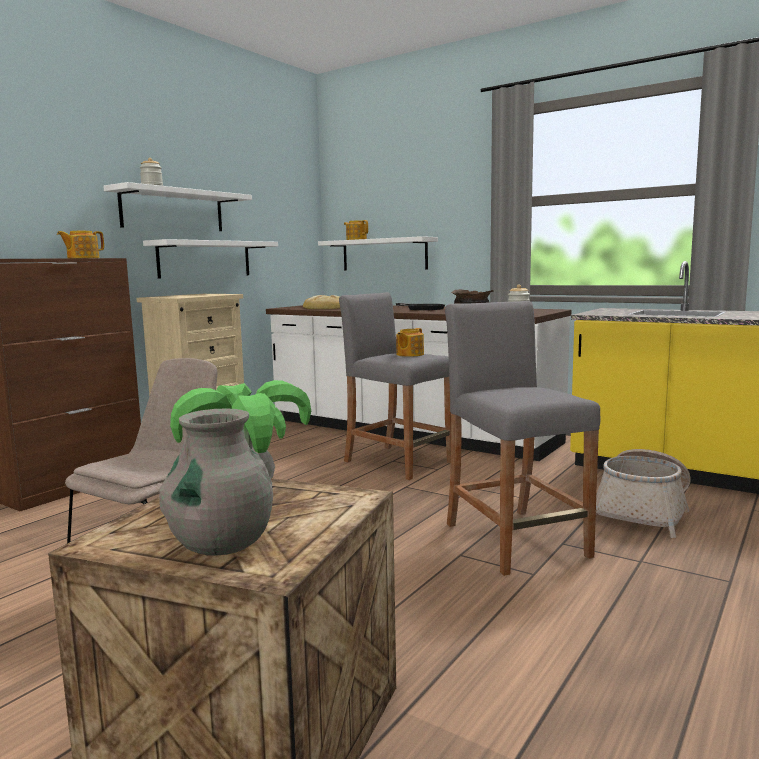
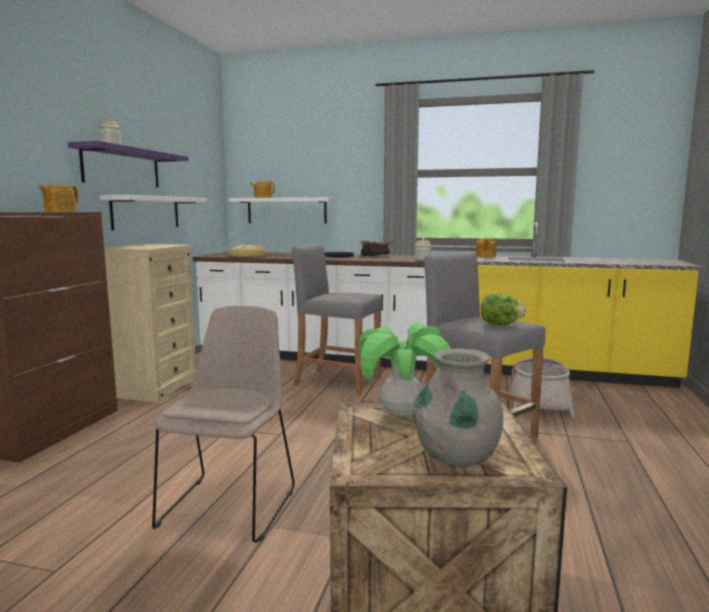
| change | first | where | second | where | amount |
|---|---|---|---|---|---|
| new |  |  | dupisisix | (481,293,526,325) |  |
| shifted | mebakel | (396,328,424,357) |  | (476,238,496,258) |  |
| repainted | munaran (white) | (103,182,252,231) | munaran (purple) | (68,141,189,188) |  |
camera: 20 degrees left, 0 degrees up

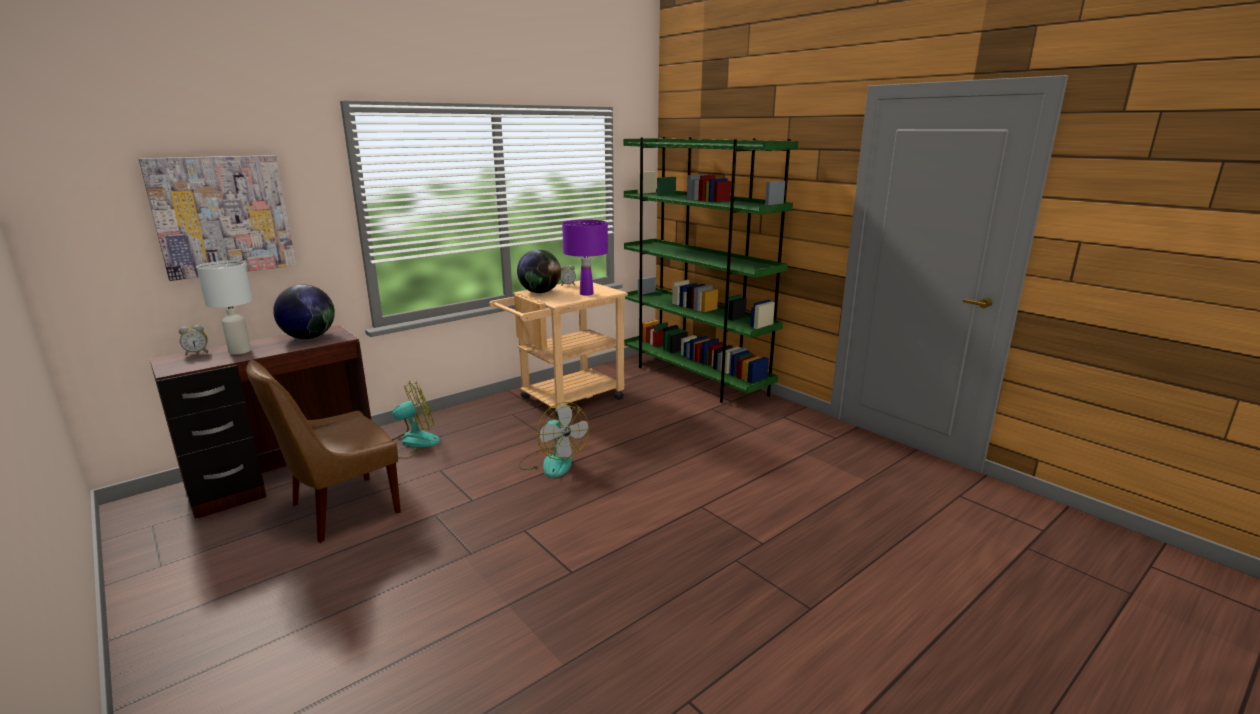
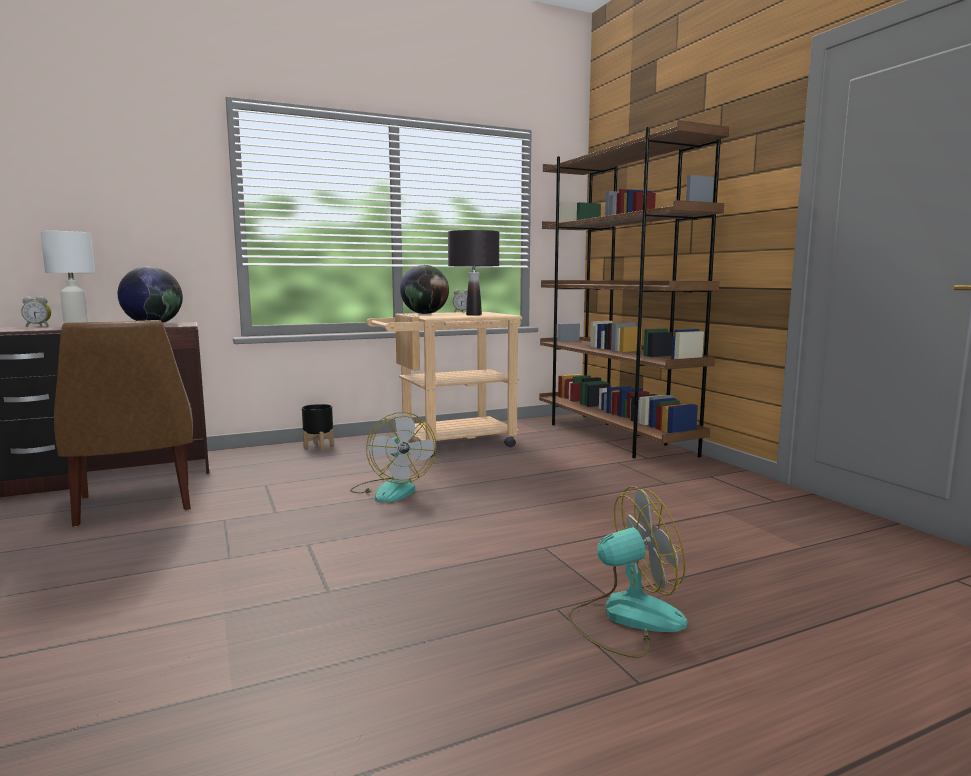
| change | first | where | second | where | amount |
|---|---|---|---|---|---|
| gone | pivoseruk | (139,155,296,281) |  |  |  |
| new |  |  | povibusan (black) | (302,404,334,450) |  |
| shifted | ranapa | (392,380,440,459) |  | (568,486,687,658) |  |
| repainted | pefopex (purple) | (562,220,608,296) | pefopex (black) | (448,230,499,316) |  |
| repainted | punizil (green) | (624,137,798,403) | punizil (brown) | (539,120,729,458) |  |
| rotated | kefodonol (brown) | (246,359,401,543) |  | (54,320,193,527) | 90 degrees counterclockwise |
camera: 15 degrees right, 10 degrees down

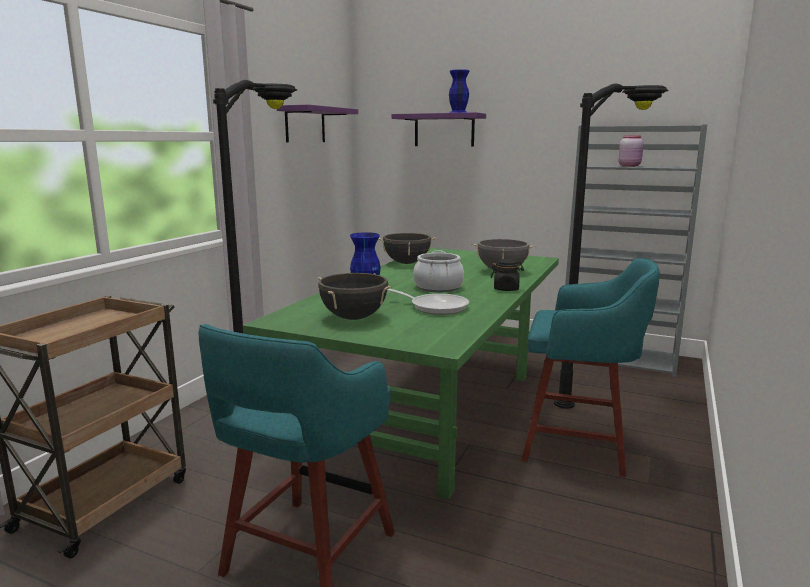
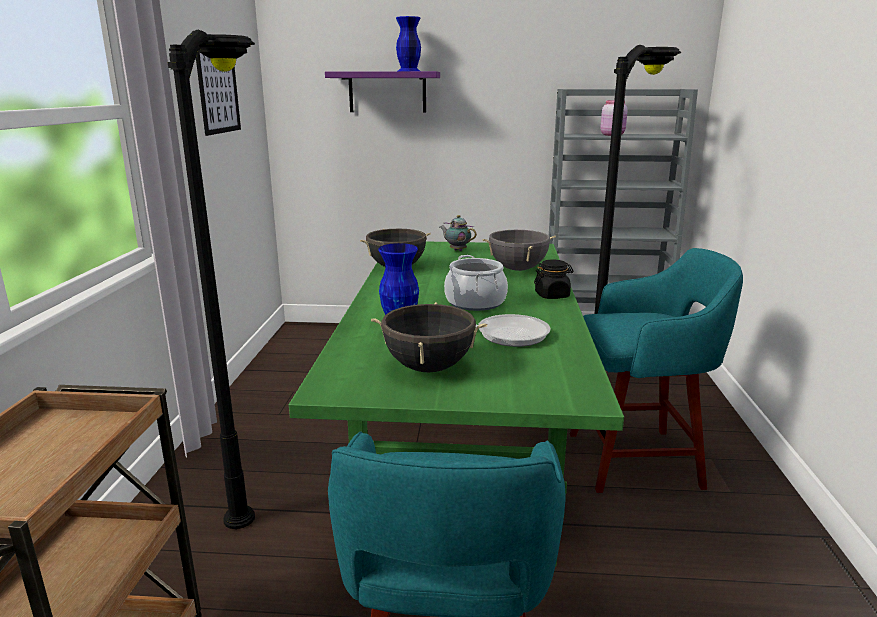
| change | first | where | second | where | amount |
|---|---|---|---|---|---|
| new |  |  | mebakel | (440,215,477,251) |  |
| swapped | munaran (purple) | (277,104,358,143) | pivoseruk | (196,52,241,136) |  |
camera: 20 degrees left, 5 degrees up

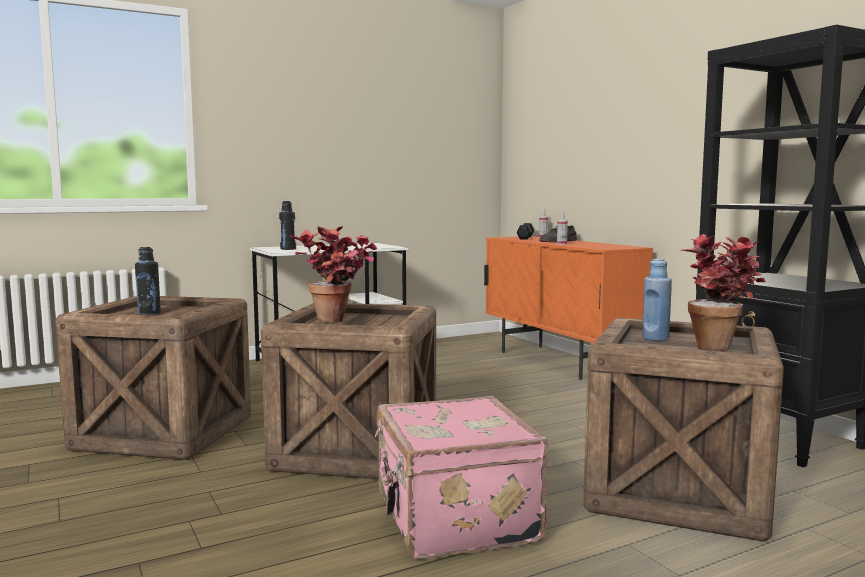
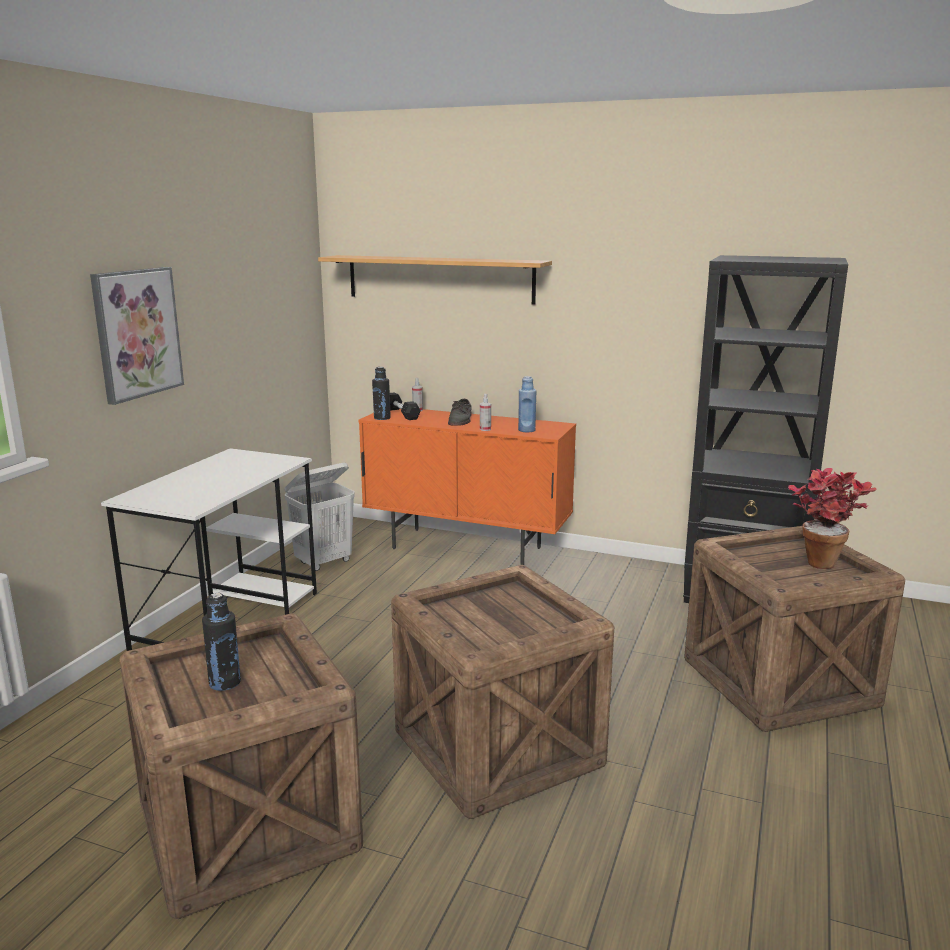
| change | first | where | second | where | amount |
|---|---|---|---|---|---|
| gone | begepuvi | (290,226,377,322) |  |  |  |
| gone | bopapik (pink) | (375,396,547,560) |  |  |  |
| new |  |  | pivoseruk | (90,267,184,405) |  |
| new |  |  | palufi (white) | (285,463,355,571) |  |
| new |  |  | munaran | (318,255,552,305) |  |
| shifted | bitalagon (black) | (279,201,296,250) |  | (372,367,391,420) |  |
| shifted | bitalagon (blue) | (642,259,672,341) |  | (518,376,536,432) |  |
camera: 40 degrees left, 10 degrees up

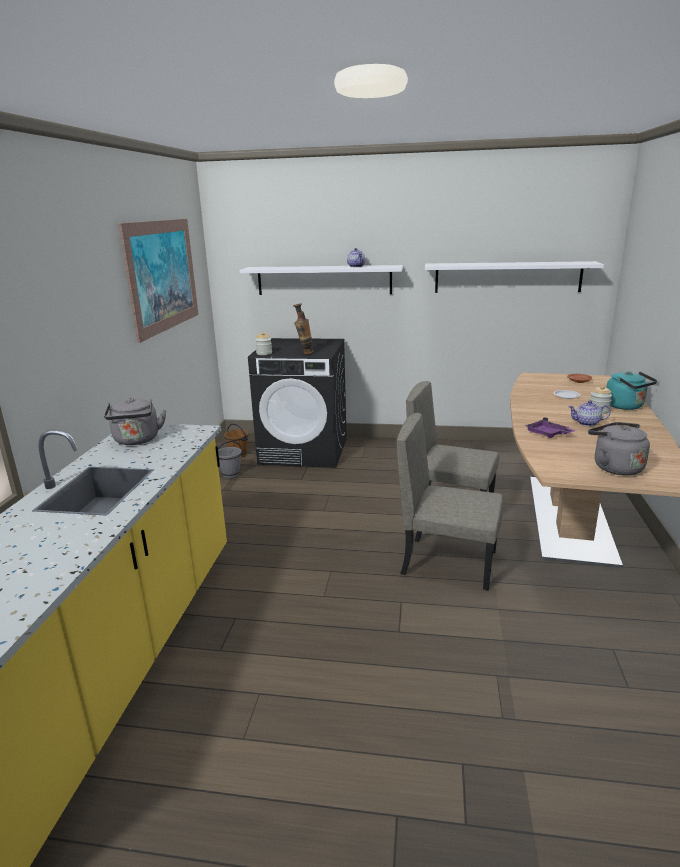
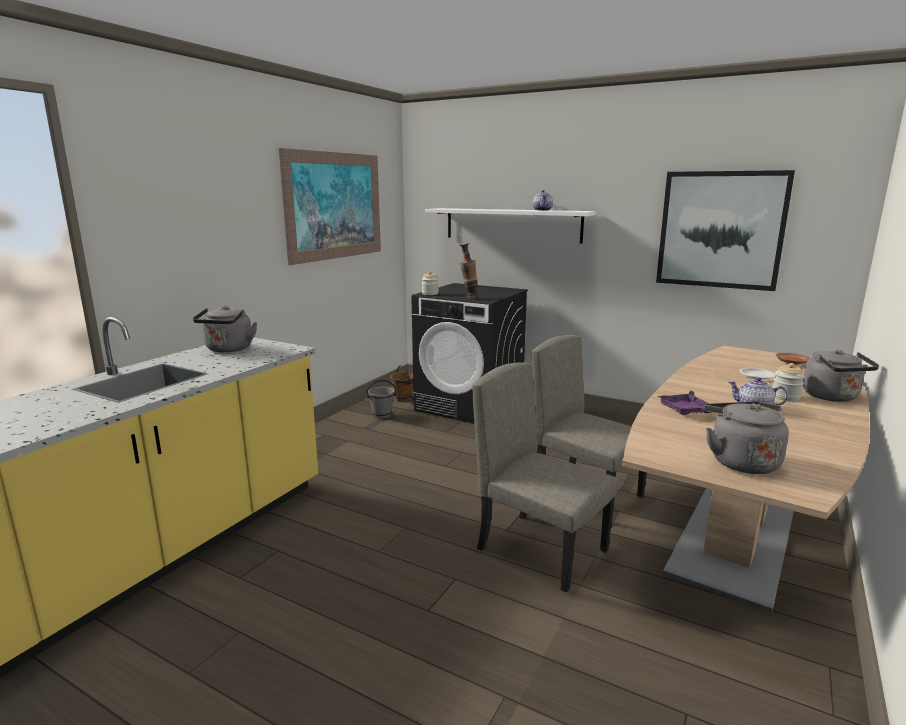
| change | first | where | second | where | amount |
|---|---|---|---|---|---|
| swapped | munaran (white) | (425,261,604,293) | pivoseruk | (656,170,795,291) |  |
| repainted | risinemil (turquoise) | (606,371,657,410) | risinemil (grey) | (803,349,879,402) |  |
camera: 20 degrees right, 5 degrees down

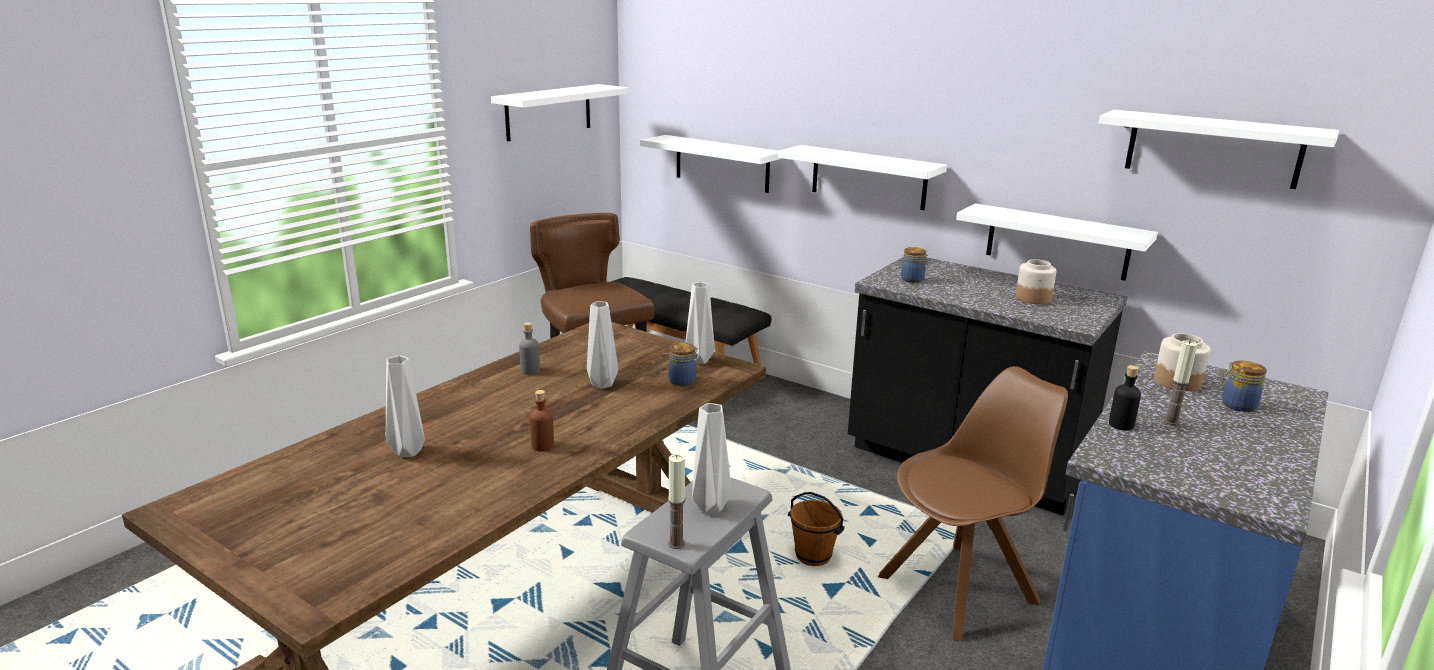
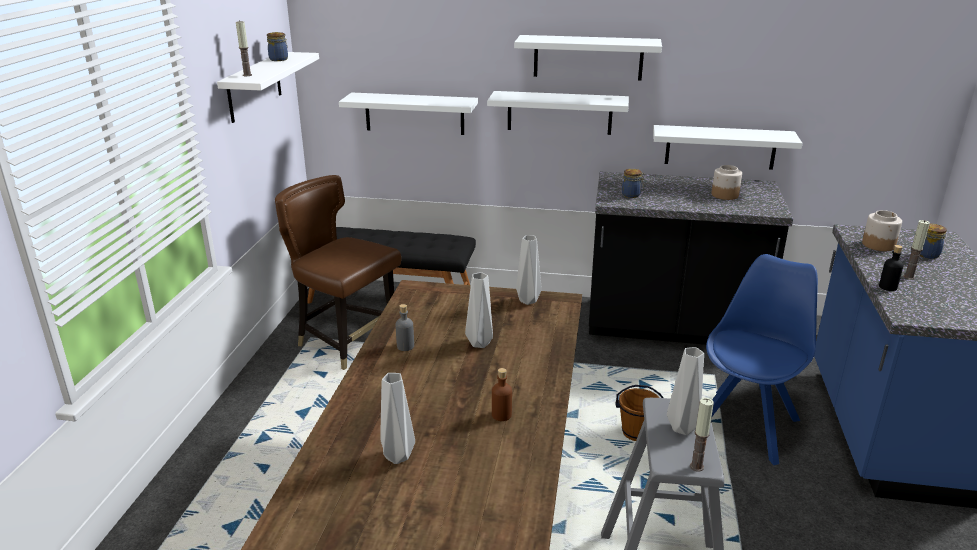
| change | first | where | second | where | amount |
|---|---|---|---|---|---|
| new |  |  | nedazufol | (236,21,252,76) |  |
| shifted | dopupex | (668,343,699,386) |  | (267,32,288,61) |  |
| shifted | munaran (white) | (1099,110,1339,189) |  | (514,35,662,81) |  |
| repainted | kefodonol (brown) | (878,366,1068,641) | kefodonol (blue) | (706,254,818,465) |  |
camera: 25 degrees left, 5 degrees up

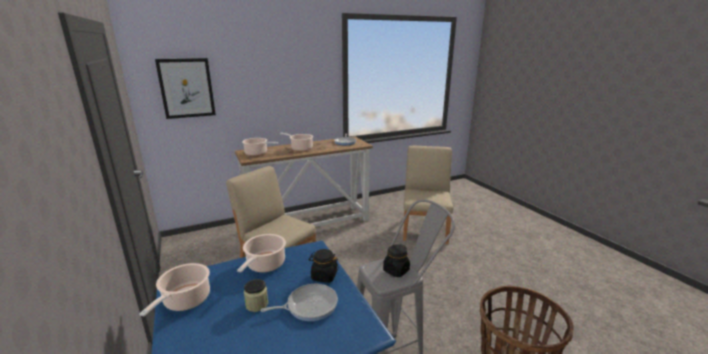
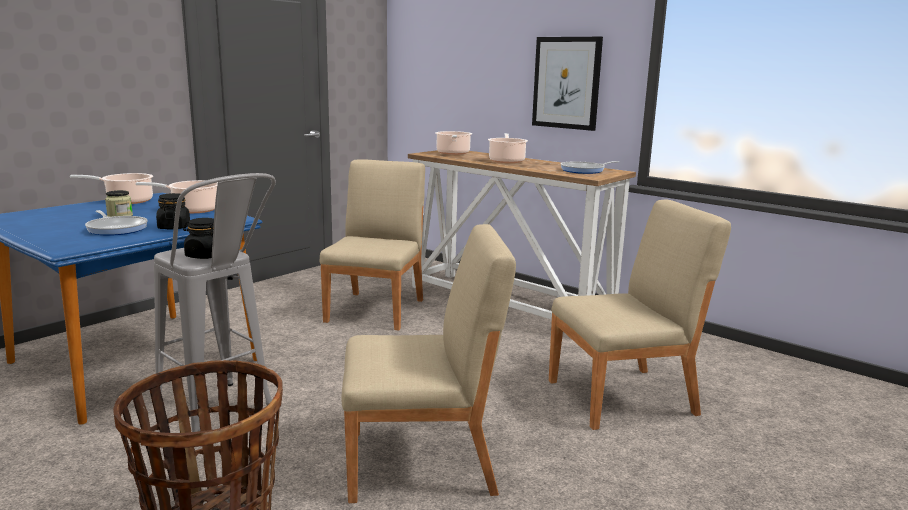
| change | first | where | second | where | amount |
|---|---|---|---|---|---|
| new |  |  | kefodonol (beige) | (341,224,516,503) |  |
| shifted | pivoseruk | (155,58,216,119) |  | (532,37,603,131) |  |
camera: 65 degrees right, 5 degrees down

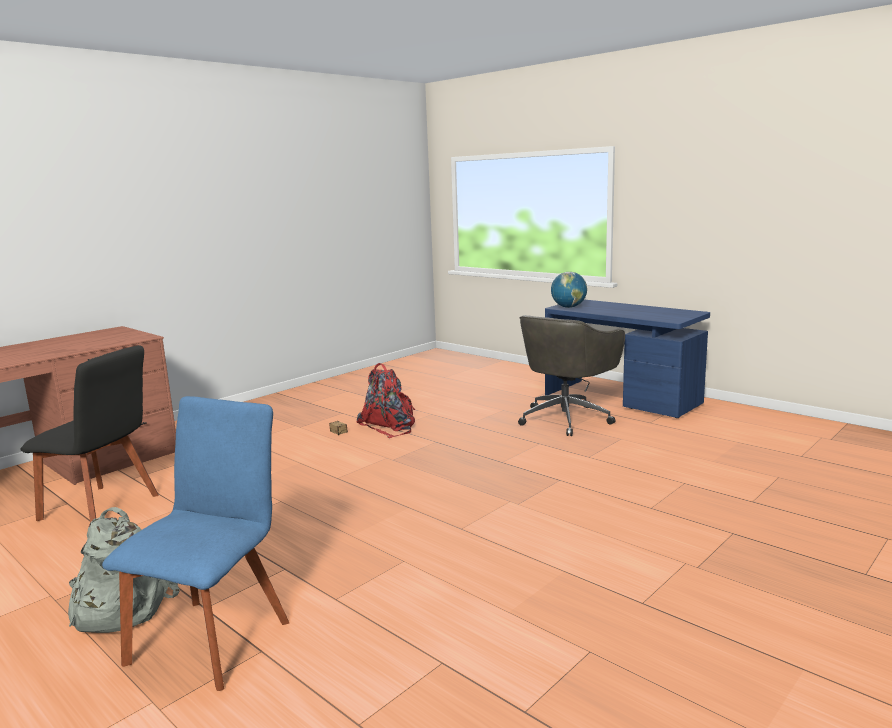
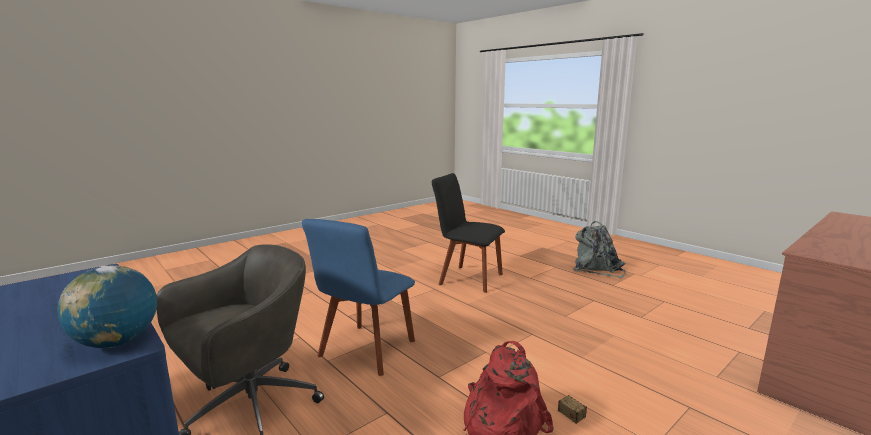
| change | first | where | second | where | amount |
|---|---|---|---|---|---|
| shifted | kefodonol (black) | (21,345,158,523) |  | (432,173,505,293) |  |
| shifted | kefodonol (blue) | (102,396,289,691) |  | (302,219,415,376) |  |
camera: 175 degrees left, 0 degrees up

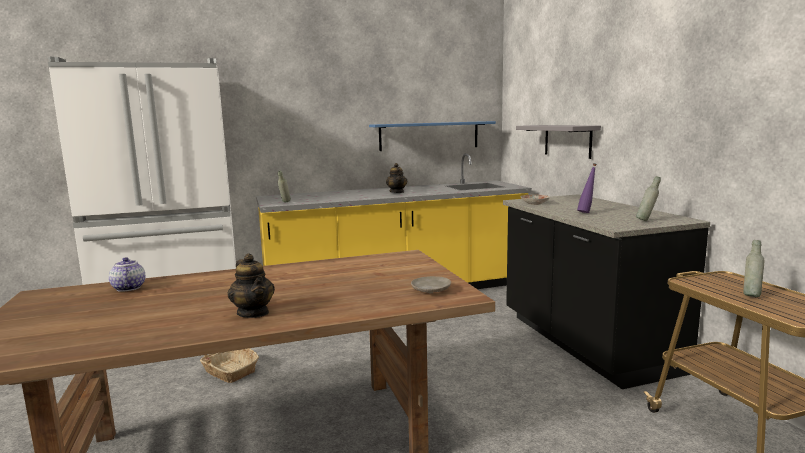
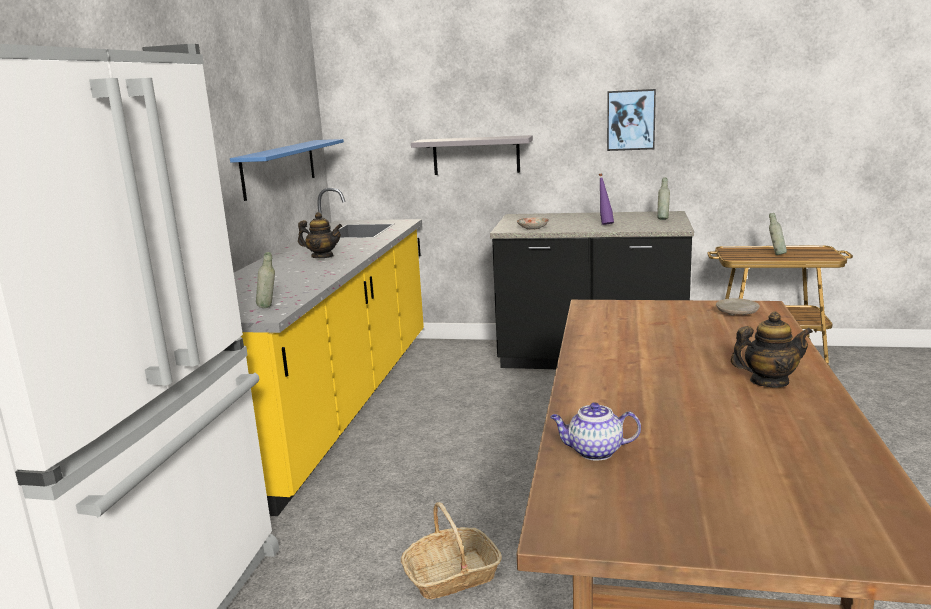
| change | first | where | second | where | amount |
|---|---|---|---|---|---|
| new |  |  | pivoseruk | (607,89,656,151) |  |
camera: 60 degrees left, 5 degrees up

